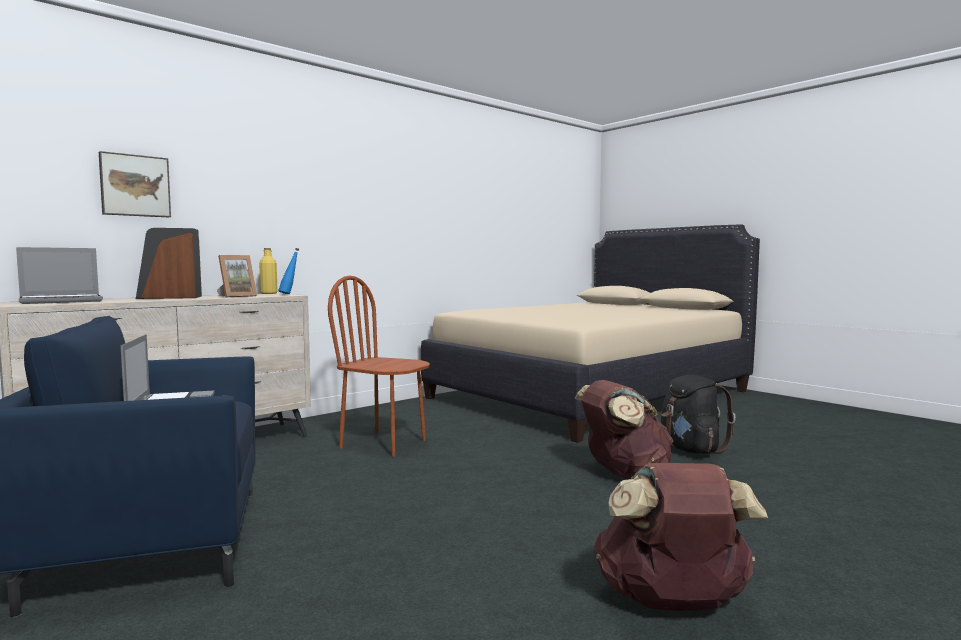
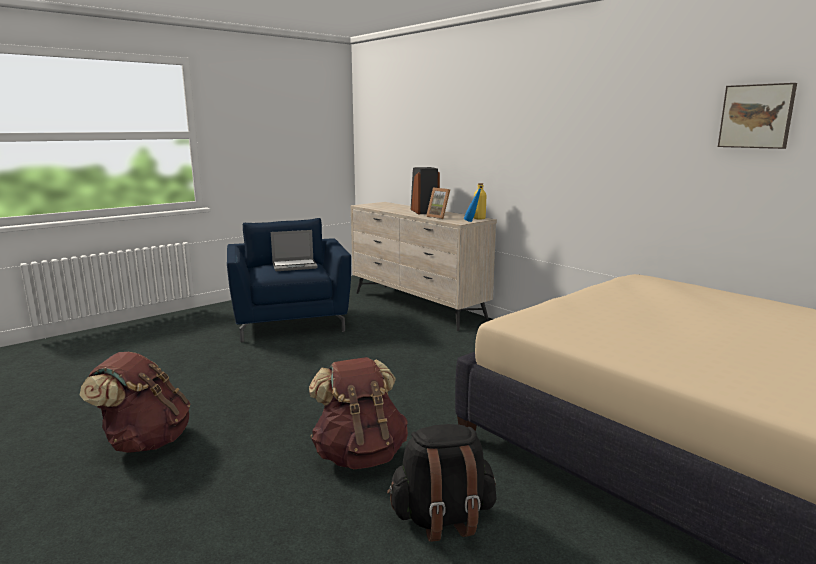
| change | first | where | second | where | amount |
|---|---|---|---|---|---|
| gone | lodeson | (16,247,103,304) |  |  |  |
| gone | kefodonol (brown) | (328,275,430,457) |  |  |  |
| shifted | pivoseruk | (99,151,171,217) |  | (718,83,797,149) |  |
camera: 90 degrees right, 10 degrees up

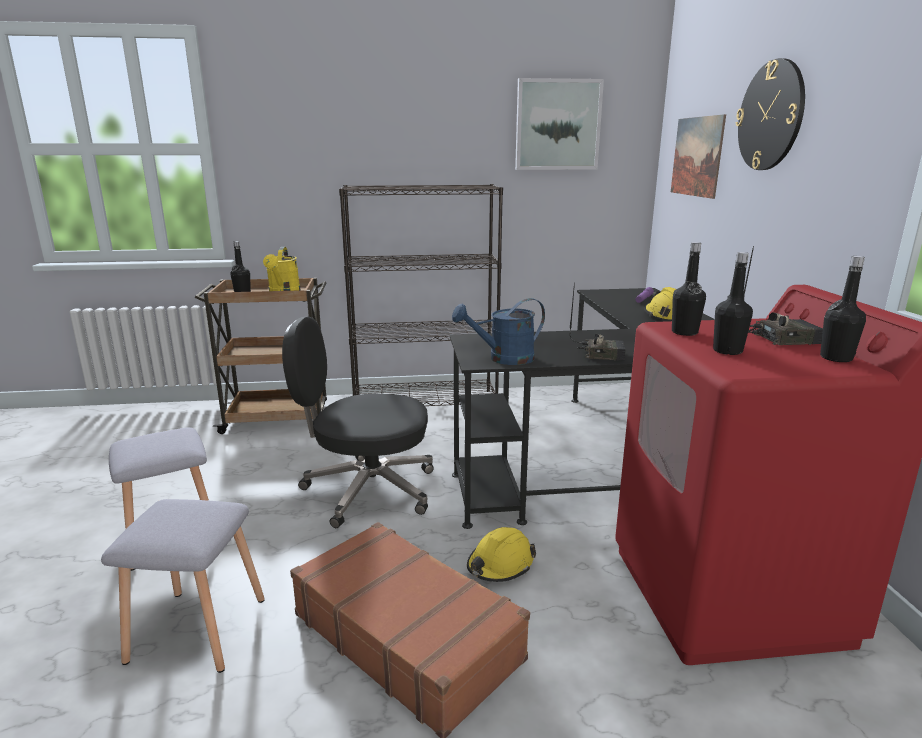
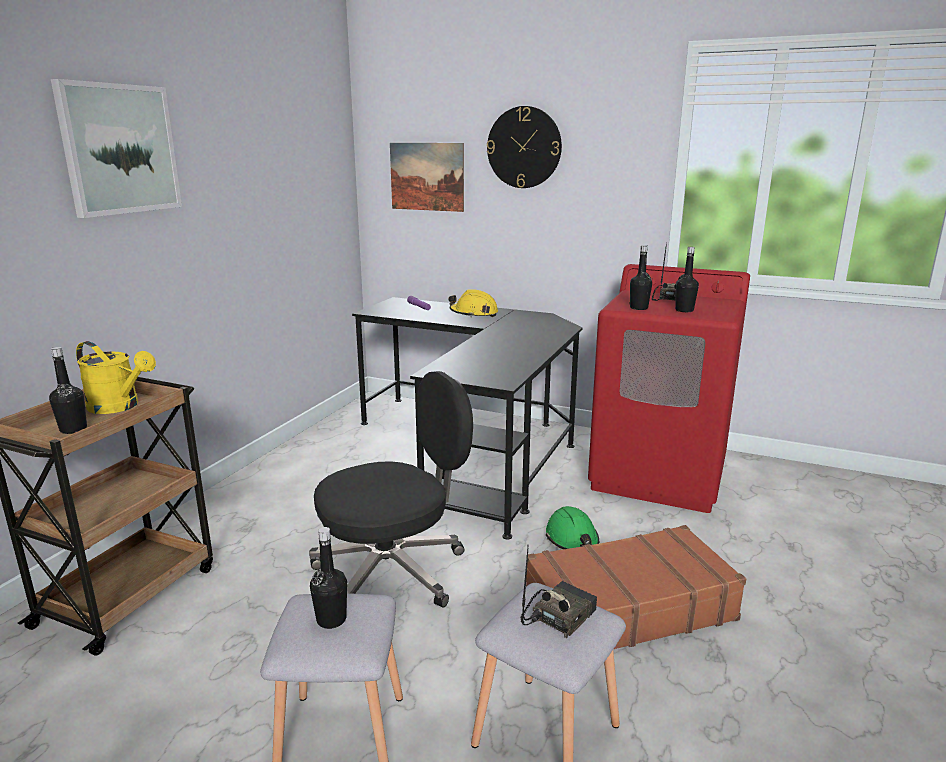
| change | first | where | second | where | amount |
|---|---|---|---|---|---|
| gone | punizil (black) | (339,184,503,406) |  |  |  |
| gone | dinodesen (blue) | (452,298,545,365) |  |  |  |
| shifted | pivoseruk | (515,78,604,170) |  | (51,79,182,218) |  |
| shifted | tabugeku | (570,283,626,360) |  | (520,544,597,638) |  |
| shifted | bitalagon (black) | (820,256,866,362) |  | (310,527,347,629) |  |
| repainted | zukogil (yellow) | (467,527,536,582) | zukogil (green) | (546,506,599,549) |  |
| rotated | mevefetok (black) | (282,317,434,528) |  | (309,371,473,608) | 150 degrees counterclockwise |
camera: 60 degrees left, 0 degrees up

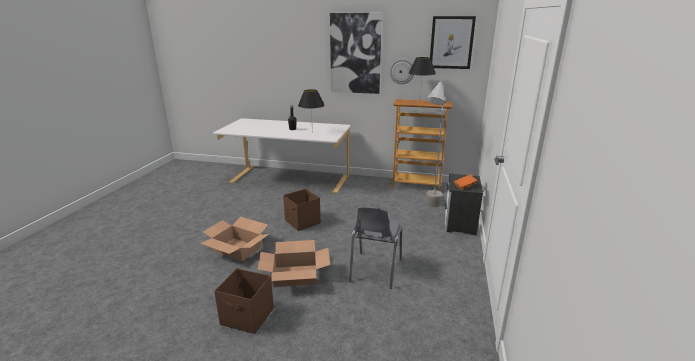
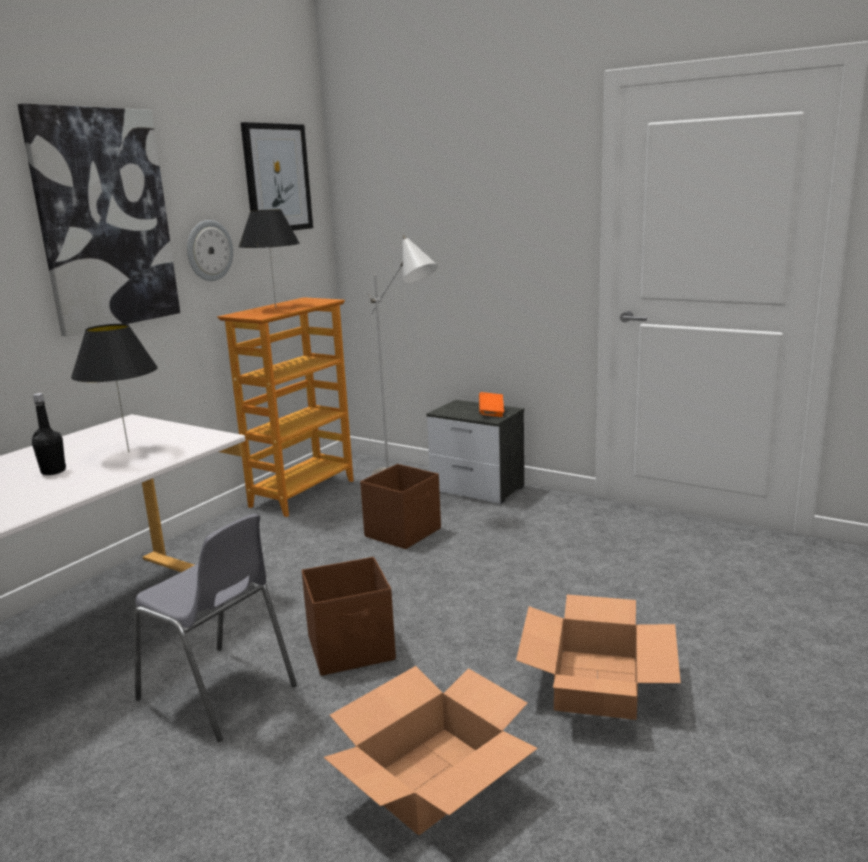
| change | first | where | second | where | amount |
|---|---|---|---|---|---|
| shifted | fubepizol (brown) | (214,268,274,334) |  | (360,464,441,549) |  |
| shifted | kefodonol (grey) | (349,206,402,289) |  | (134,514,297,742) |  |
camera: 70 degrees left, 5 degrees down

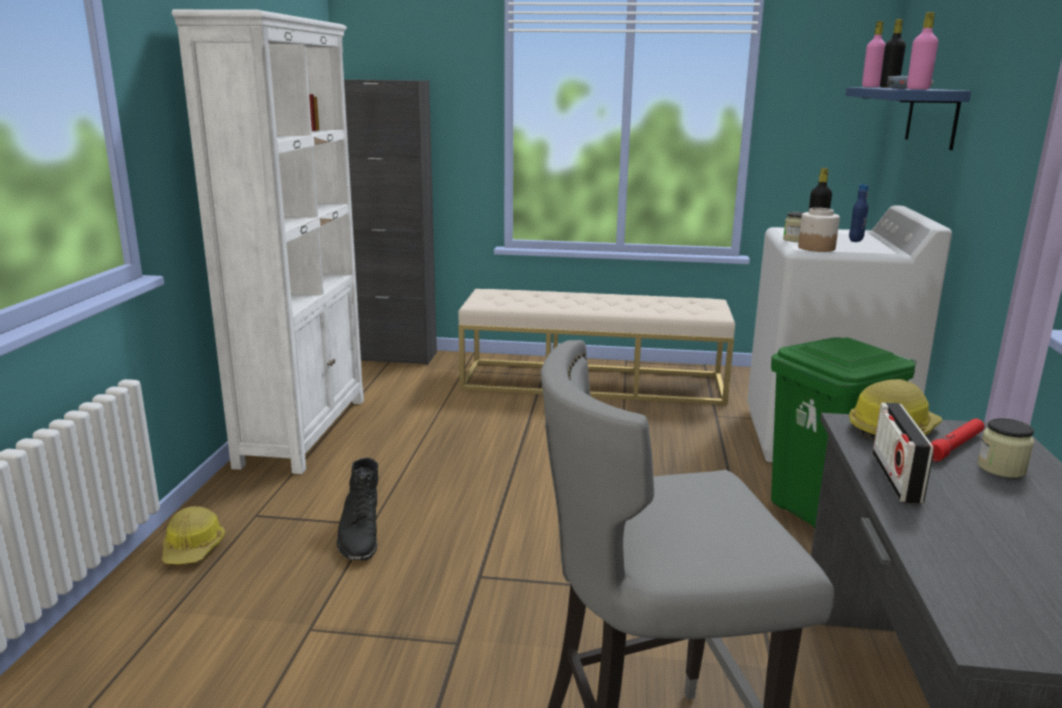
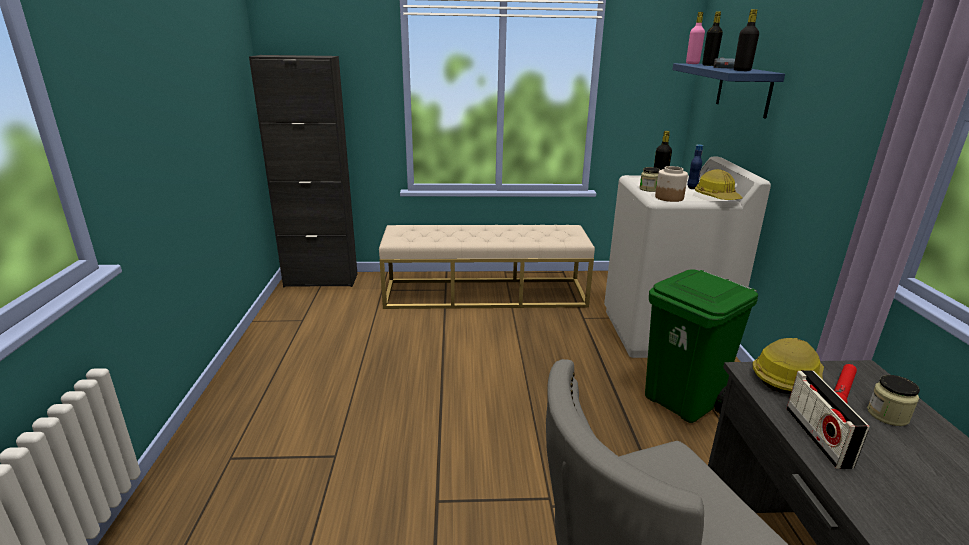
| change | first | where | second | where | amount |
|---|---|---|---|---|---|
| gone | punizil (white) | (172,9,364,474) |  |  |  |
| gone | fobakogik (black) | (337,458,378,561) |  |  |  |
| shifted | zukogil | (162,506,225,564) |  | (695,169,743,200) |  |
| repainted | bitalagon (pink) | (907,12,938,89) | bitalagon (black) | (734,9,759,71) |  |
camera: 10 degrees left, 5 degrees up

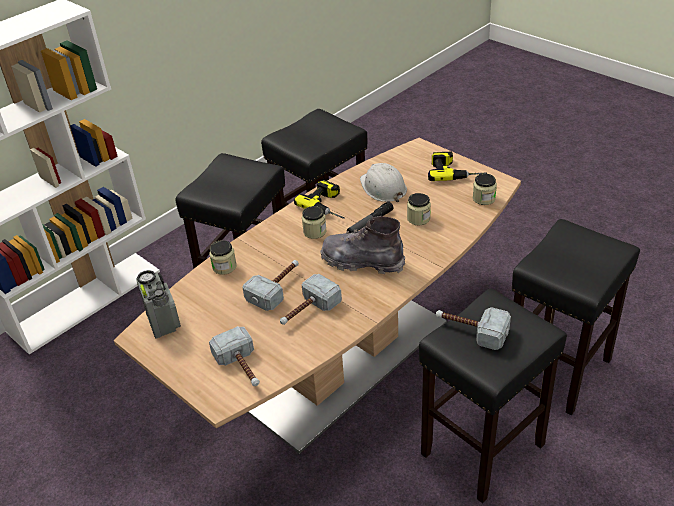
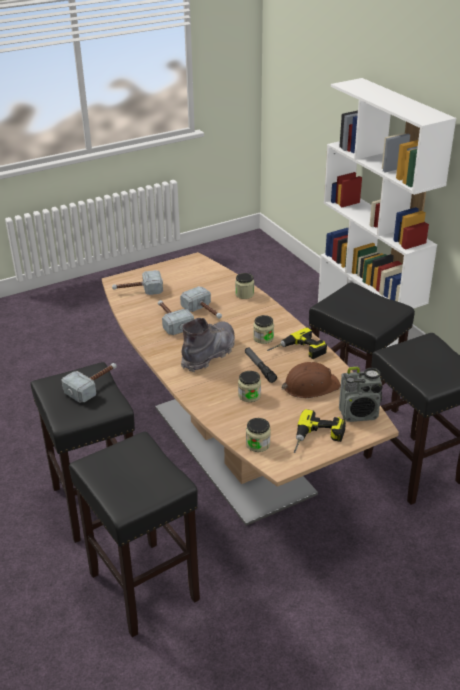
| change | first | where | second | where | amount |
|---|---|---|---|---|---|
| shifted | tabugeku | (136,270,181,339) |  | (339,367,383,422) |  |
| repainted | zukogil (white) | (360,163,407,202) | zukogil (brown) | (282,362,341,398) |  |
camera: 105 degrees right, 5 degrees down

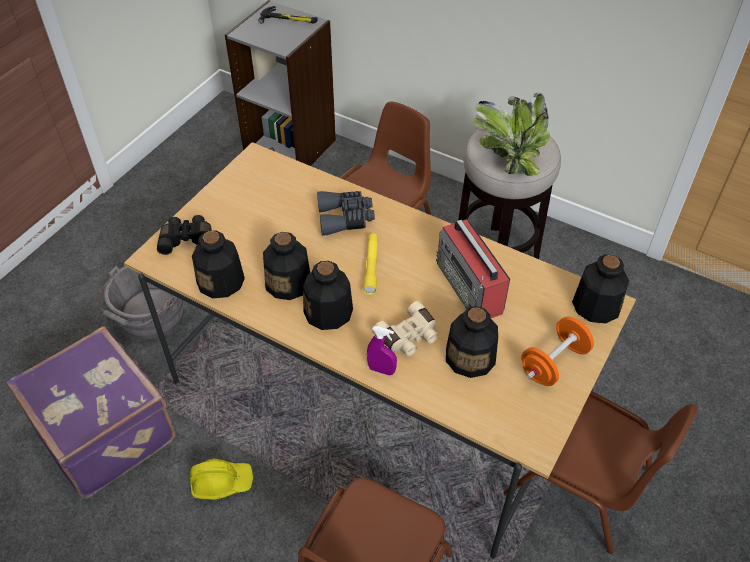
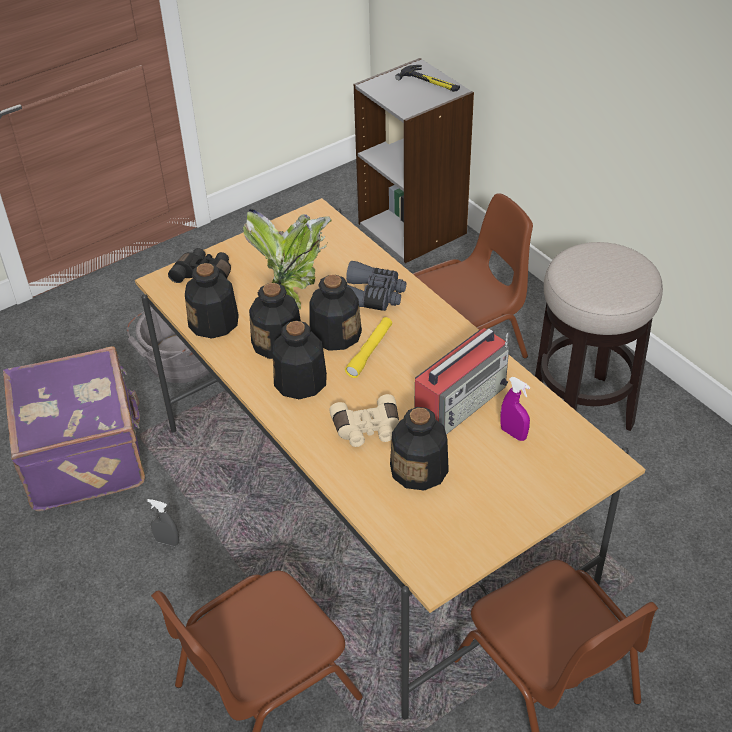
| change | first | where | second | where | amount |
|---|---|---|---|---|---|
| gone | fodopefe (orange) | (521,317,594,386) |  |  |  |
| shifted | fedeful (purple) | (367,326,397,375) |  | (500,377,530,441) |  |
| shifted | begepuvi | (473,93,550,176) |  | (243,209,332,310) |  |
| shifted | bitalagon | (572,254,629,324) |  | (309,275,362,351) |  |
| swapped | zukogil (yellow) | (190,459,253,500) | fedeful (grey) | (147,499,179,546) |  |
| rotated | tabugeku | (436,220,510,318) |  | (415,328,509,435) | 135 degrees counterclockwise |
camera: 25 degrees right, 5 degrees down

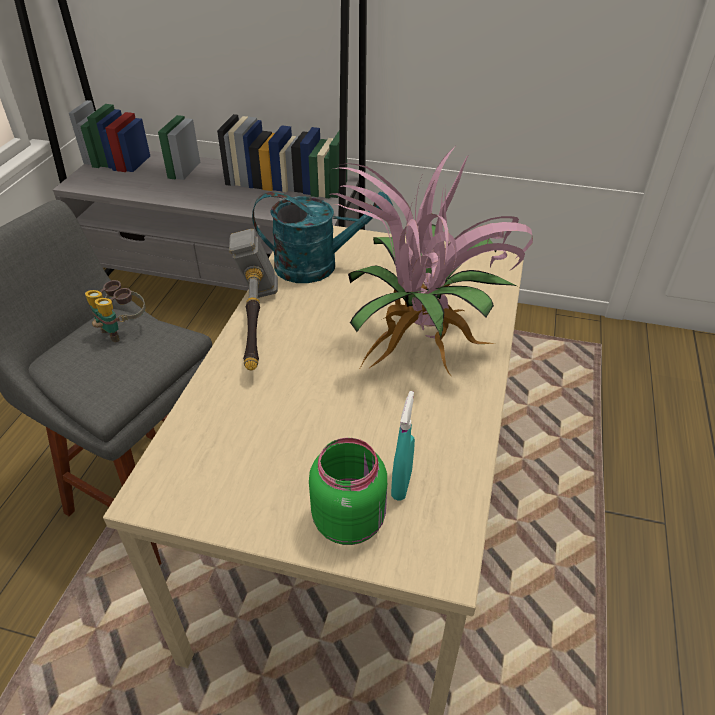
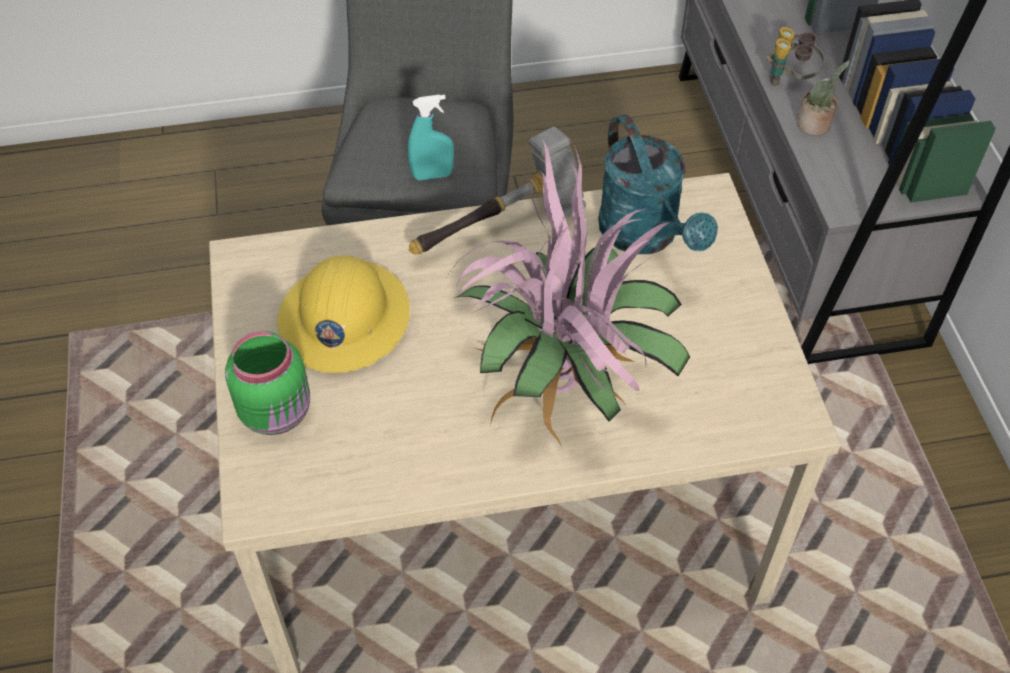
| change | first | where | second | where | amount |
|---|---|---|---|---|---|
| new |  |  | zukogil (yellow) | (277,255,410,373) |  |
| new |  |  | begepuvi | (797,60,850,136) |  |
| shifted | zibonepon | (85,280,146,342) |  | (766,27,824,86) |  |
| shifted | fedeful (turquoise) | (391,391,415,501) |  | (408,95,454,180) |  |
camera: 65 degrees right, 10 degrees up

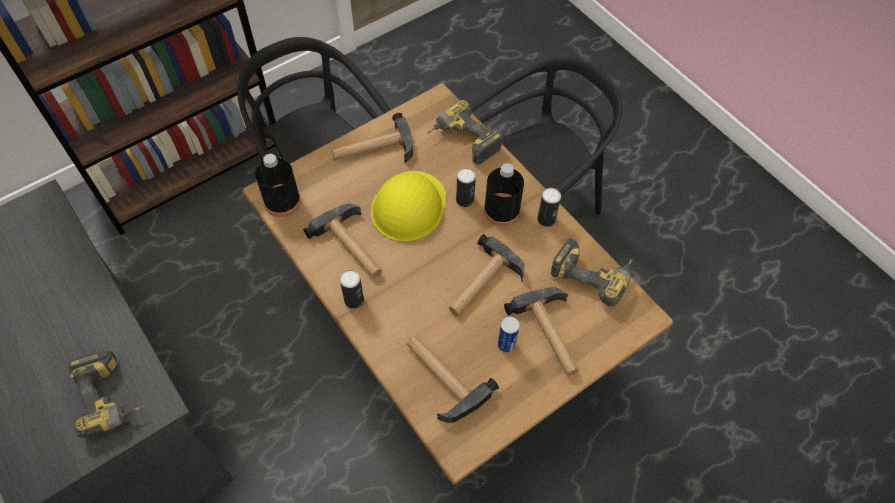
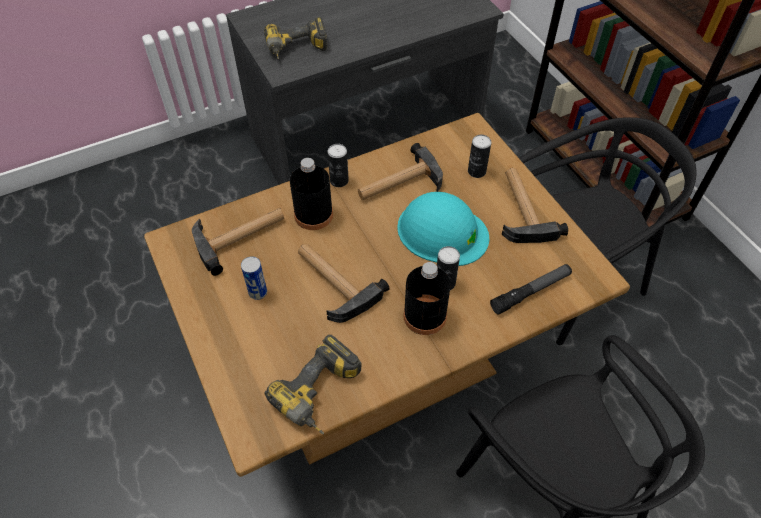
| change | first | where | second | where | amount |
|---|---|---|---|---|---|
| gone | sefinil | (504,287,579,376) |  |  |  |
| shifted | bitalagon (black) | (255,154,301,217) |  | (290,158,333,230) |  |
| shifted | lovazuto | (537,188,561,227) |  | (468,134,491,178) |  |
| swapped | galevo | (427,100,503,165) | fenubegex | (490,264,572,315) |  |
| repainted | zukogil (yellow) | (371,171,446,242) | zukogil (turquoise) | (397,192,489,266) |  |
camera: 100 degrees right, 5 degrees down

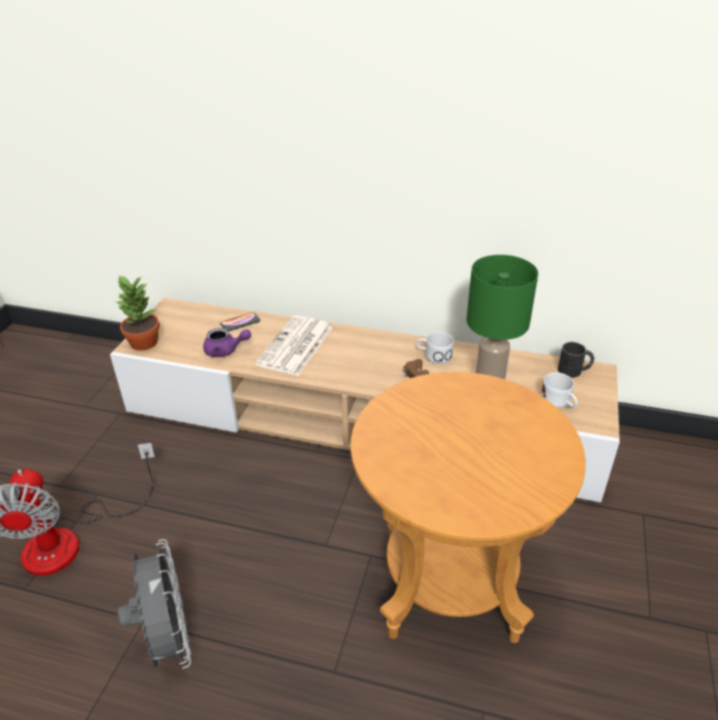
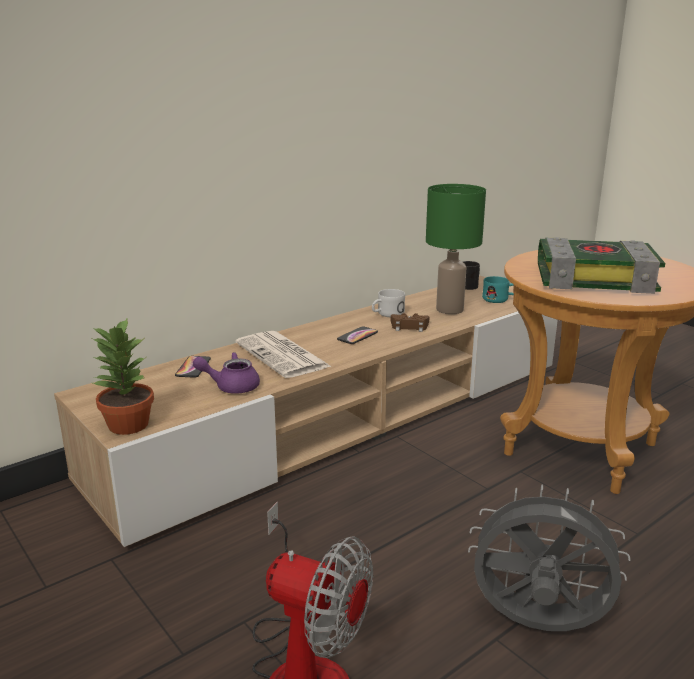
| change | first | where | second | where | amount |
|---|---|---|---|---|---|
| new |  |  | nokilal | (337,326,378,344) |  |
| new |  |  | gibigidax | (538,237,665,294) |  |
| repainted | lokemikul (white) | (541,372,578,408) | lokemikul (turquoise) | (482,276,514,303) |  |
| rotated | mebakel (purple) | (203,328,251,357) |  | (193,352,260,394) | 135 degrees counterclockwise |
camera: 55 degrees left, 15 degrees down

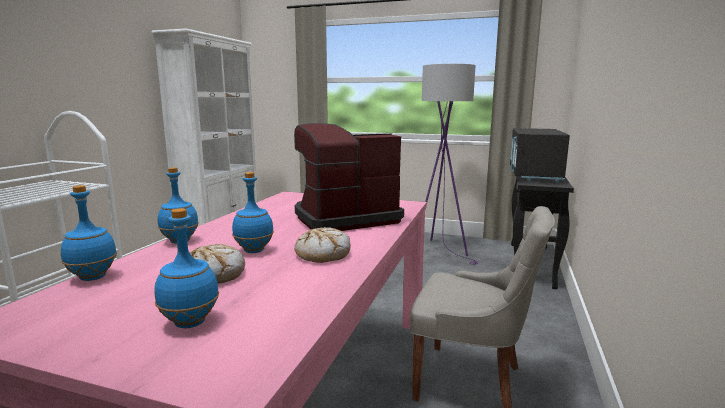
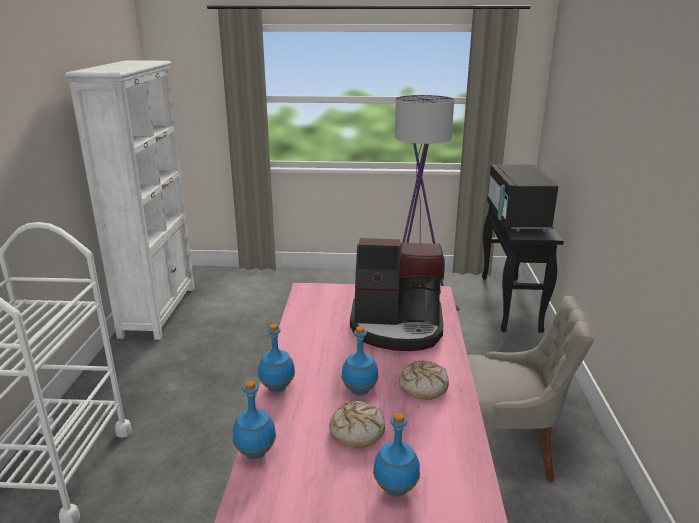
| change | first | where | second | where | amount |
|---|---|---|---|---|---|
| rotated | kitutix | (294,123,404,231) |  | (350,238,445,351) | 135 degrees counterclockwise |
camera: 15 degrees left, 10 degrees up

